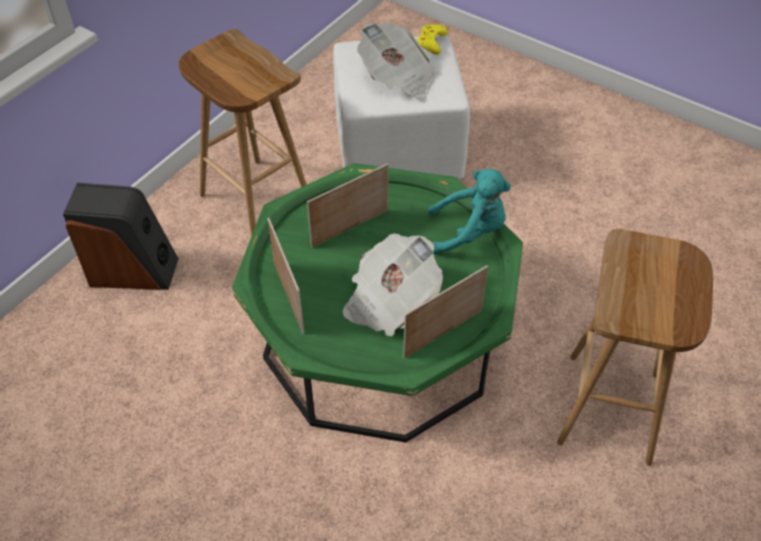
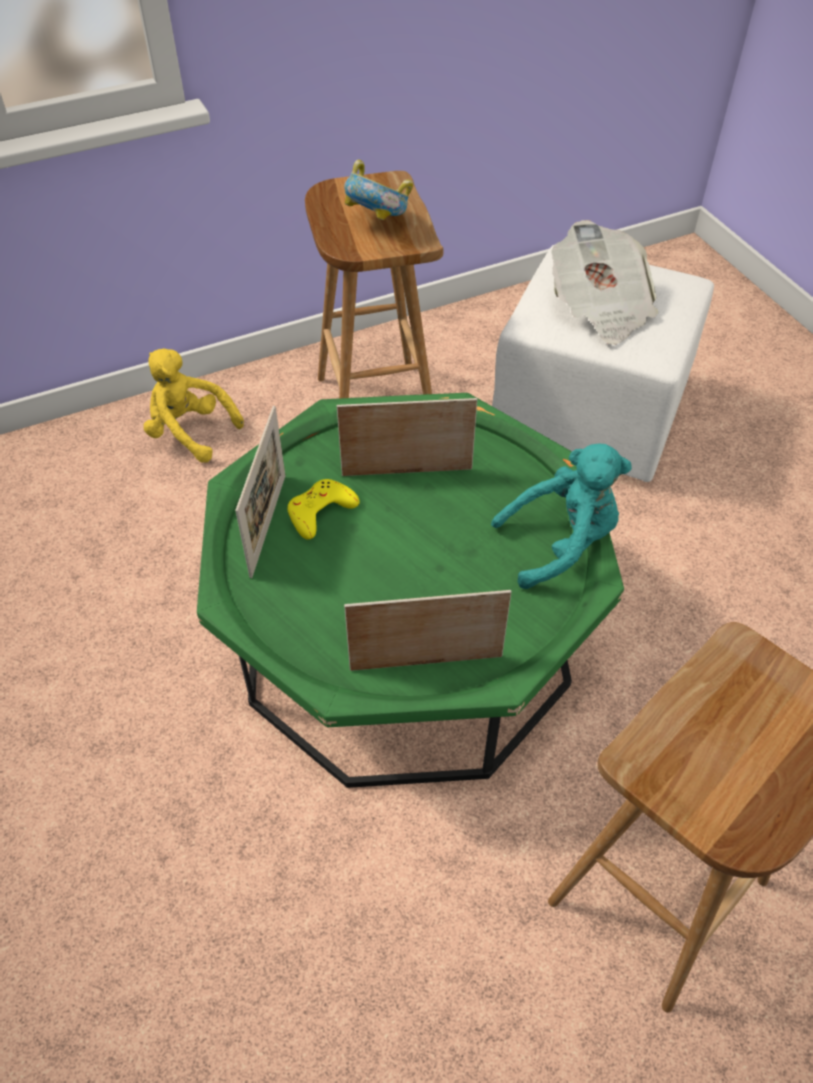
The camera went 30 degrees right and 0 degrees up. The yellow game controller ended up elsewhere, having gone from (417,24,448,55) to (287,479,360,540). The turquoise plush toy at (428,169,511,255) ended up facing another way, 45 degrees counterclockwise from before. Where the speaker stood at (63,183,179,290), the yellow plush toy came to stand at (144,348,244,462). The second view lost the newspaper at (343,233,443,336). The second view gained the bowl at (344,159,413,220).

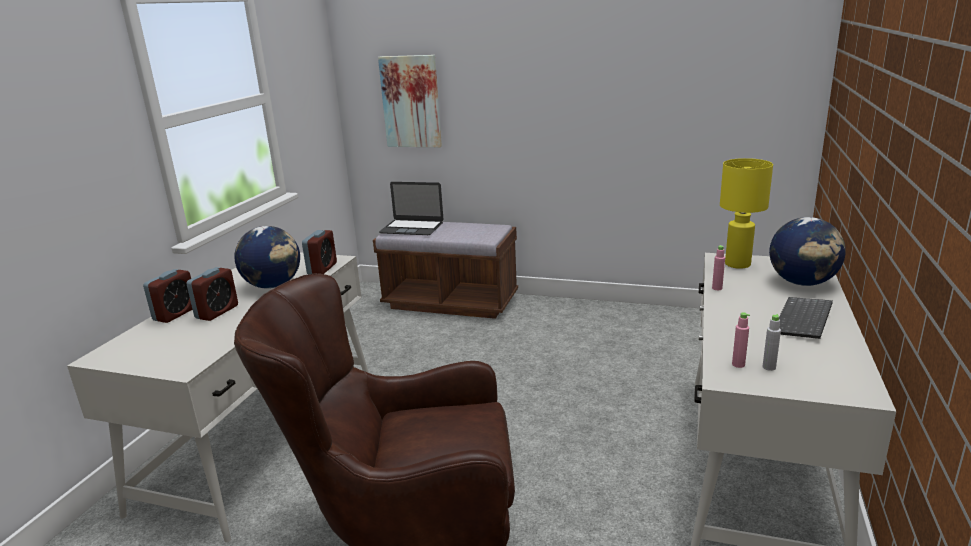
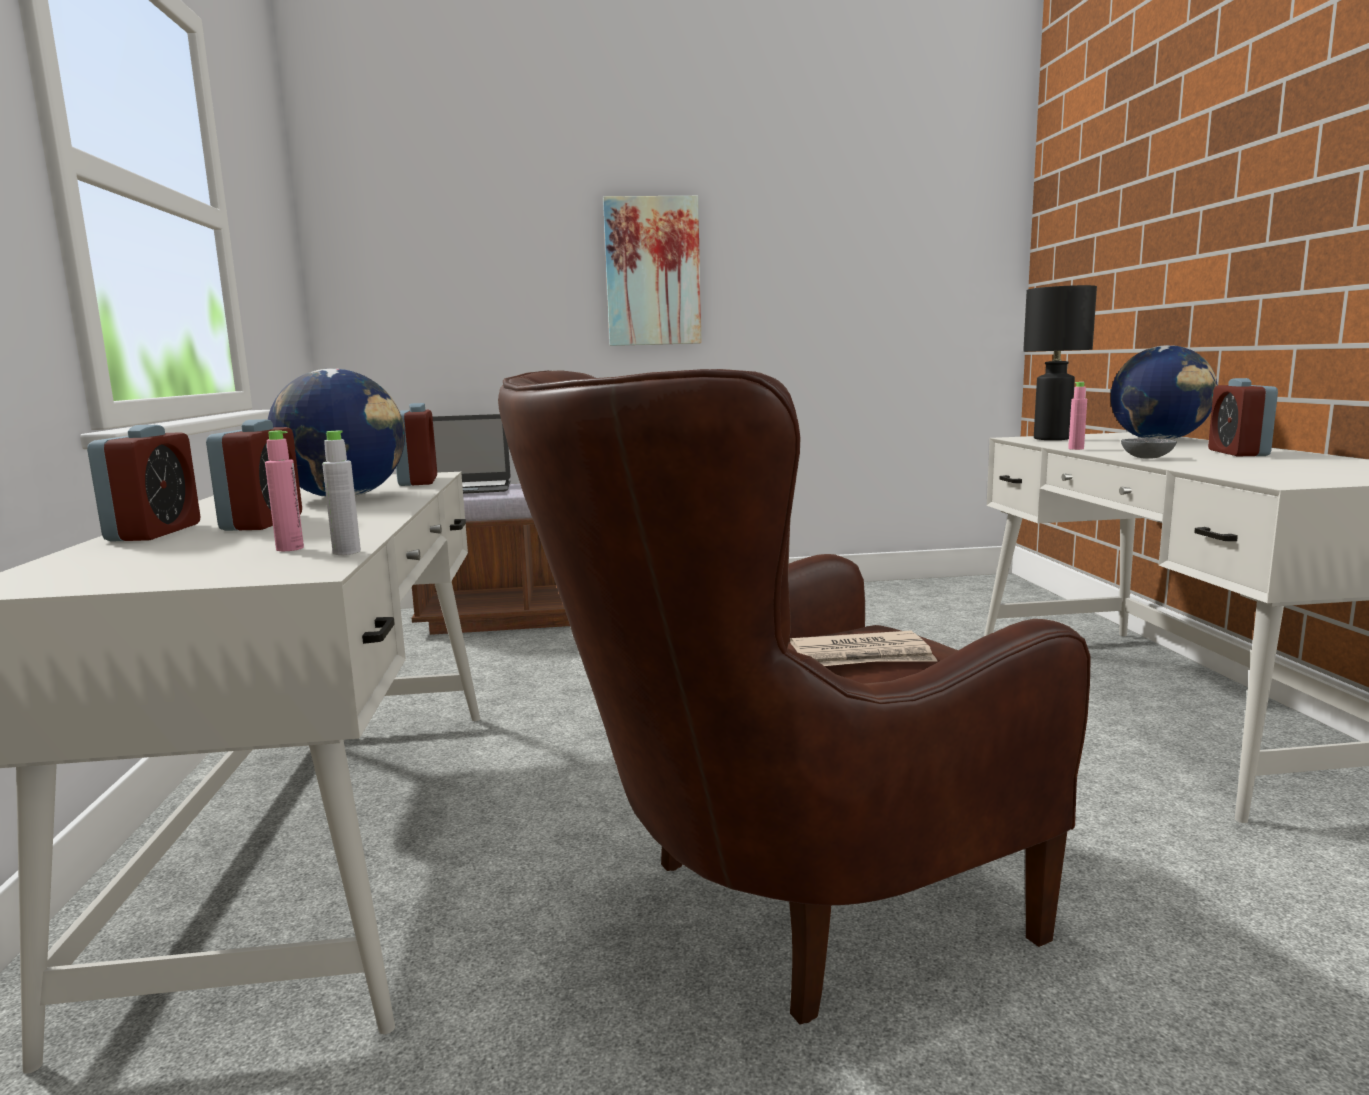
The camera went 25 degrees left and 10 degrees down. The picture ended up elsewhere, having gone from (378,55,442,147) to (603,196,702,346). What was the yellow table lamp at (720,158,773,269) turned into the black table lamp at (1023,285,1097,440). Where the keyboard stood at (779,297,833,339), the alarm clock came to stand at (1208,378,1278,456). The pink bottle ended up elsewhere, having gone from (732,312,750,368) to (265,430,304,551). The grey bottle ended up elsewhere, having gone from (762,314,781,371) to (322,430,361,555). The second view gained the grey bowl at (1121,438,1177,459). The second view gained the newspaper at (790,631,938,666).

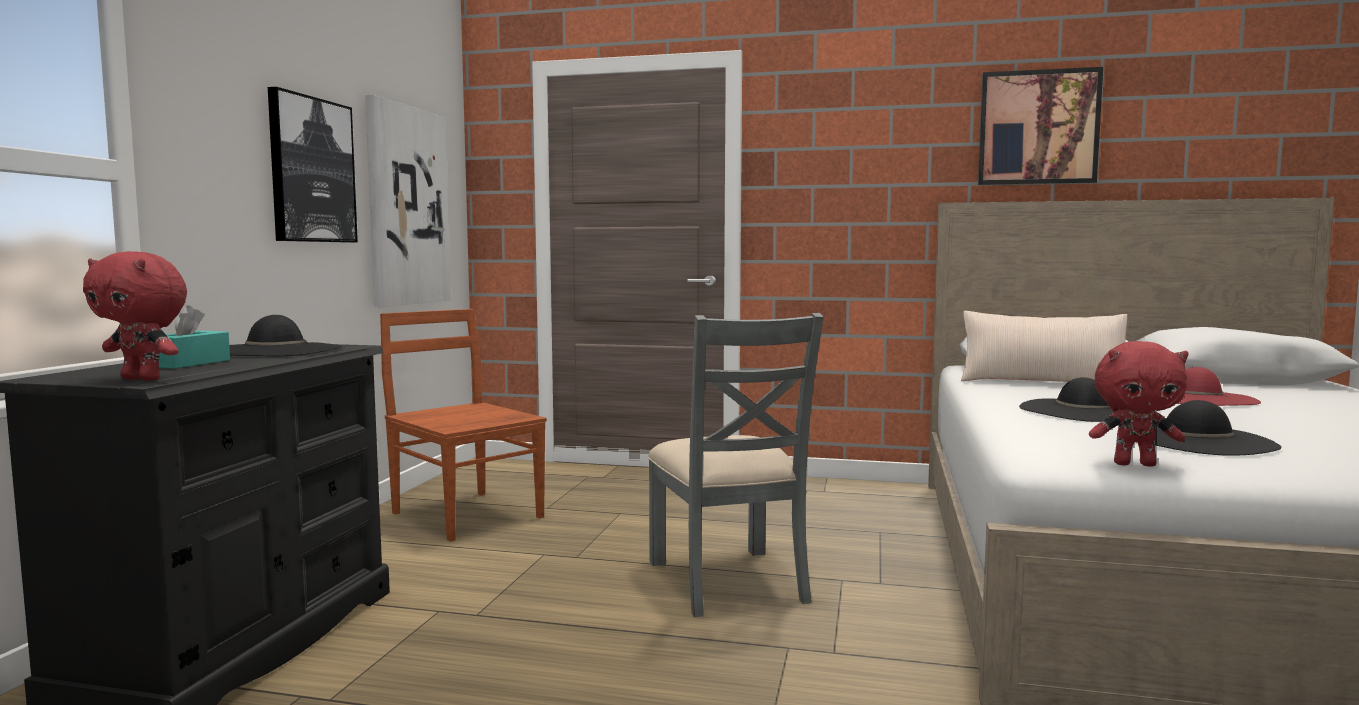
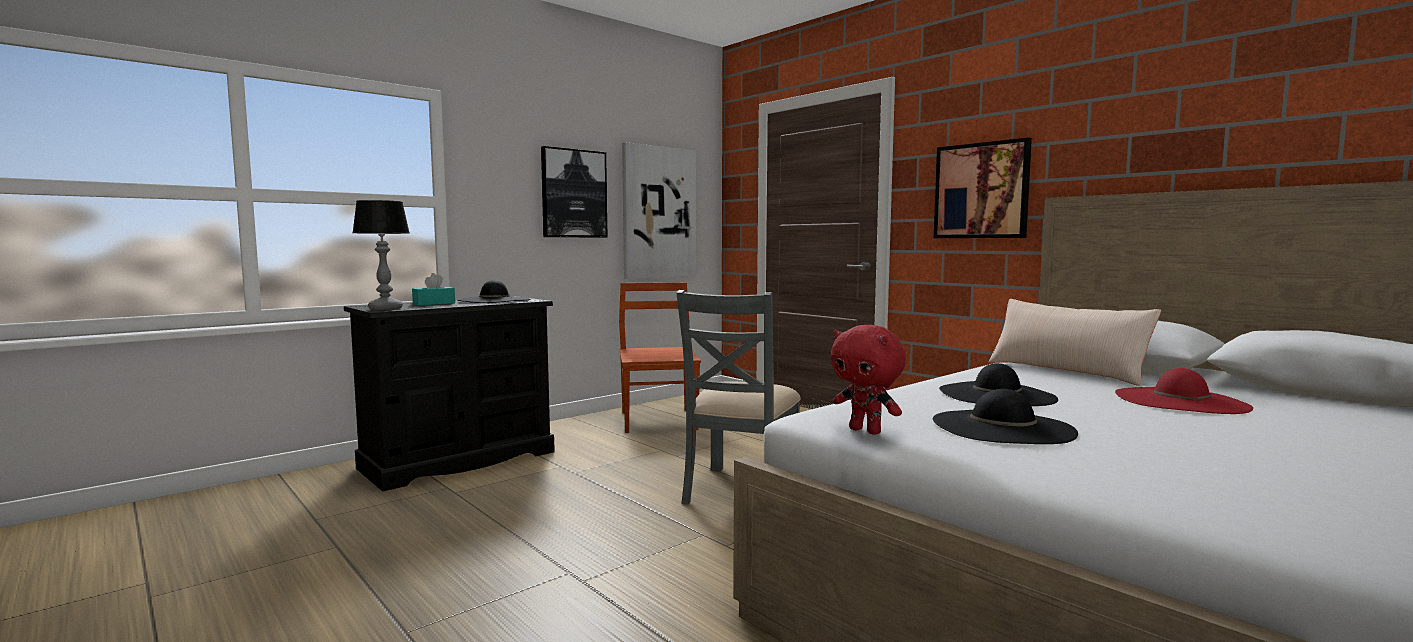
The camera went 35 degrees right and 0 degrees up. The picture ended up elsewhere, having gone from (978,67,1103,185) to (934,137,1032,238). Where the red plush toy stood at (83,251,187,381), the table lamp came to stand at (353,200,409,310).

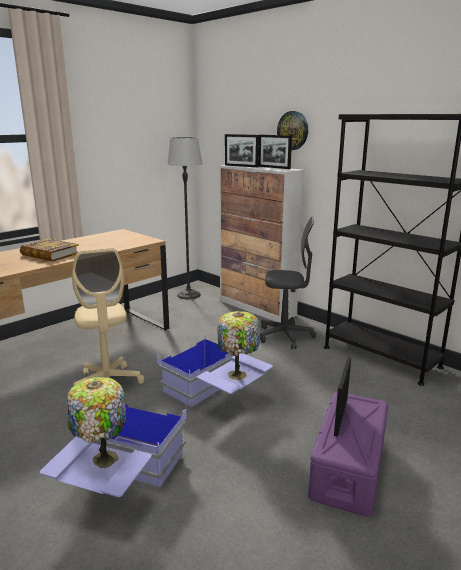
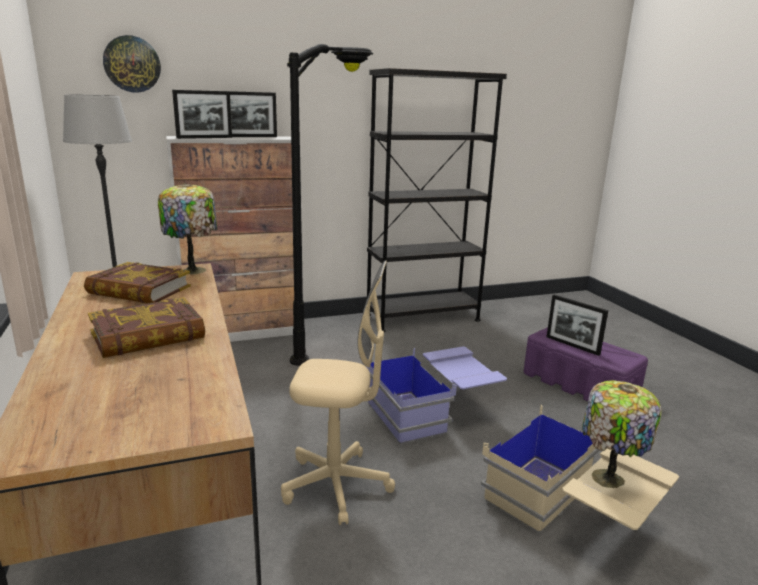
The camera went 65 degrees left and 0 degrees up. The wall clock ended up elsewhere, having gone from (277,111,308,150) to (103,35,161,93). Where the grey office chair stood at (260,217,316,349), the black floor lamp came to stand at (287,44,373,366). The table lamp ended up elsewhere, having gone from (217,311,260,380) to (158,183,217,274). What was the blue storage box at (40,404,187,497) turned into the beige storage box at (481,405,679,533). The second view gained the book at (84,262,191,303).

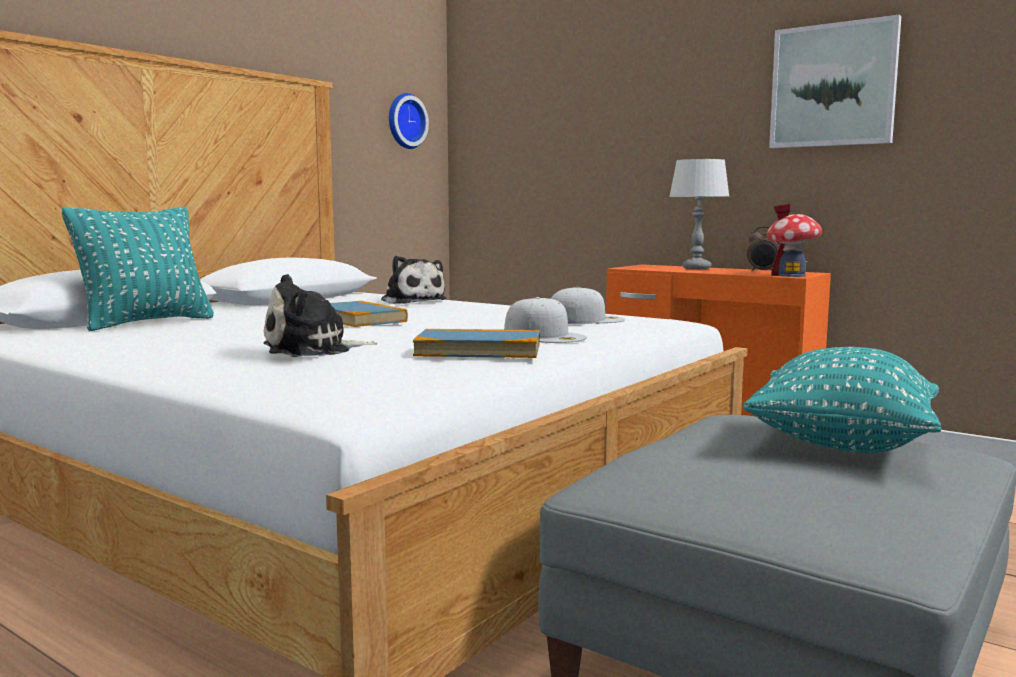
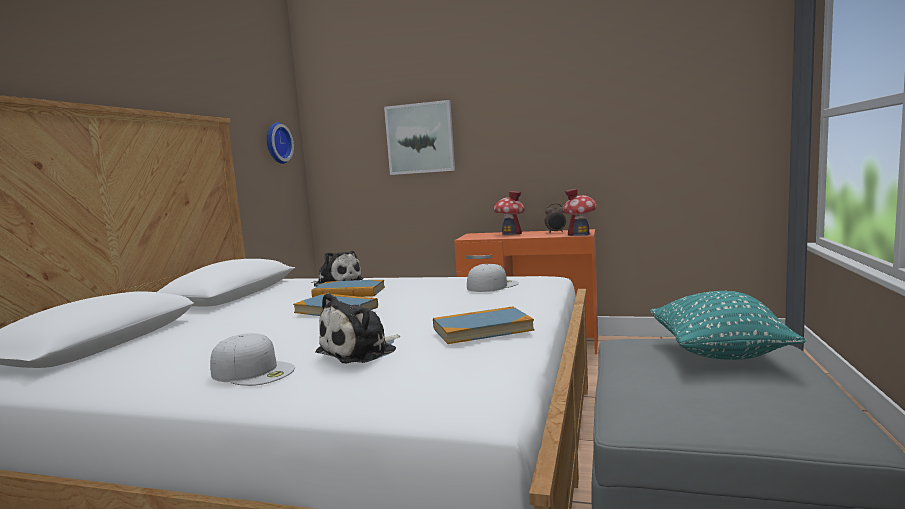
The camera went 20 degrees left and 0 degrees up. The picture ended up elsewhere, having gone from (769,15,901,148) to (384,100,455,175). Where the grey table lamp stood at (669,159,730,269), the toy house came to stand at (494,191,525,235). The second view lost the turquoise pillow at (62,207,214,331). The white cap ended up elsewhere, having gone from (504,297,587,343) to (210,333,295,386). The second view gained the book at (311,280,385,297).

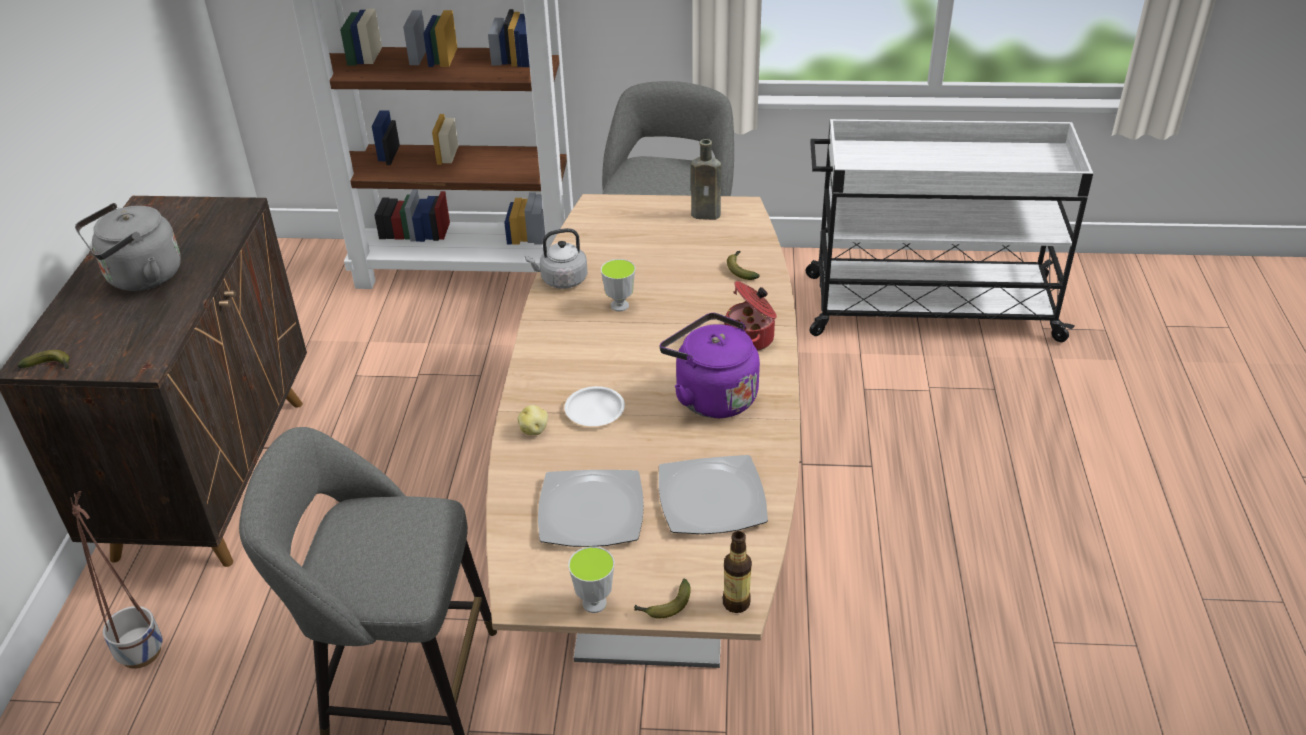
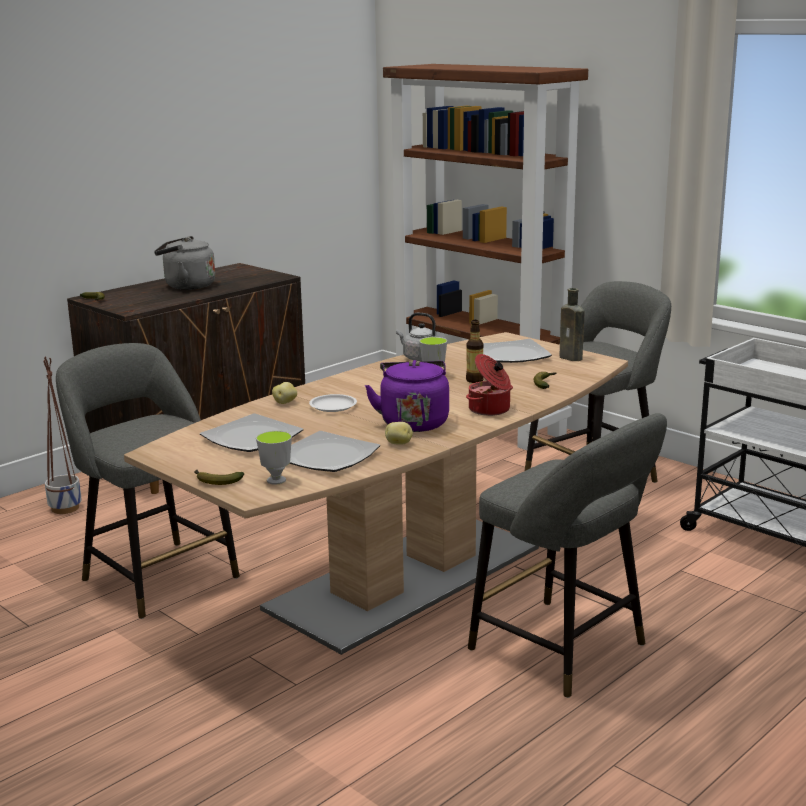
The camera went 40 degrees right and 20 degrees down. The bottle ended up elsewhere, having gone from (723,531,752,613) to (466,320,483,383). The cup ended up elsewhere, having gone from (568,546,615,613) to (256,431,292,485). The second view gained the plate at (483,339,552,363). The second view gained the grey stool at (468,413,667,698). The second view gained the potato at (385,422,413,445).

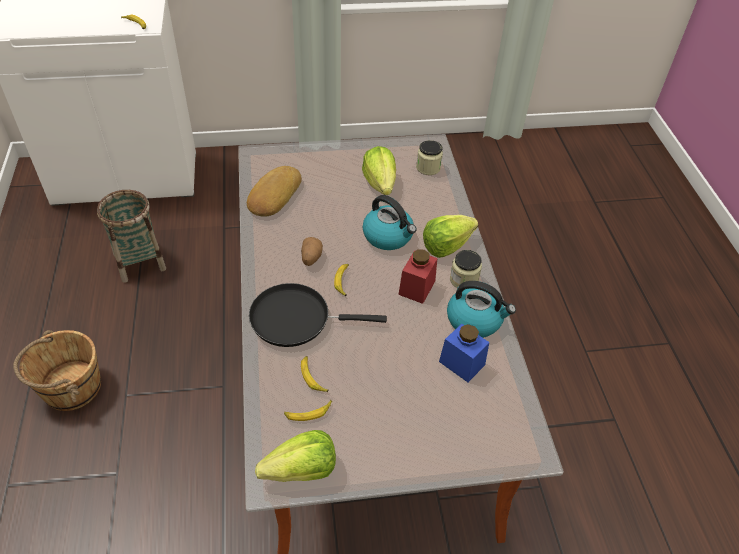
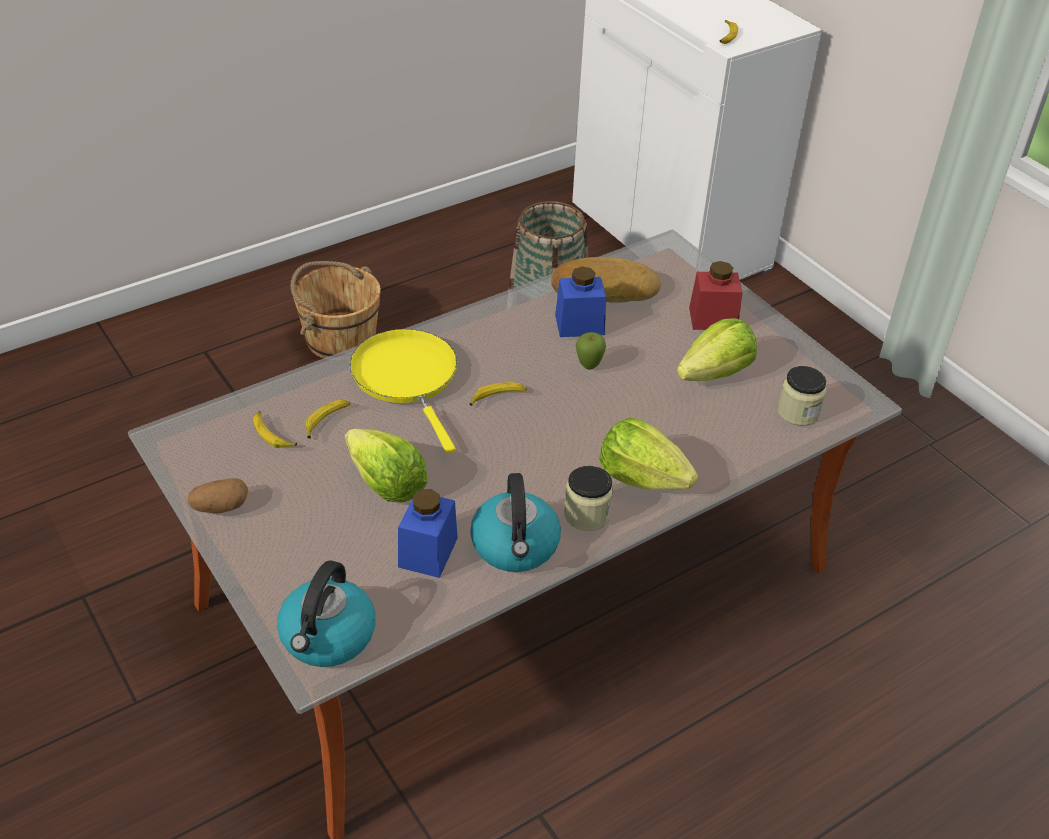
The camera went 65 degrees right and 5 degrees down. The kettle ended up elsewhere, having gone from (363,195,417,250) to (277,560,375,667). The potato ended up elsewhere, having gone from (301,237,323,266) to (188,478,248,513). The red jar ended up elsewhere, having gone from (398,249,437,304) to (689,261,743,330). What was the black frying pan at (249,283,387,347) turned into the yellow frying pan at (350,329,457,454). The lettuce ended up elsewhere, having gone from (255,430,336,482) to (345,428,428,502). The second view gained the blue jar at (555,267,606,337). The second view gained the apple at (576,332,606,370).

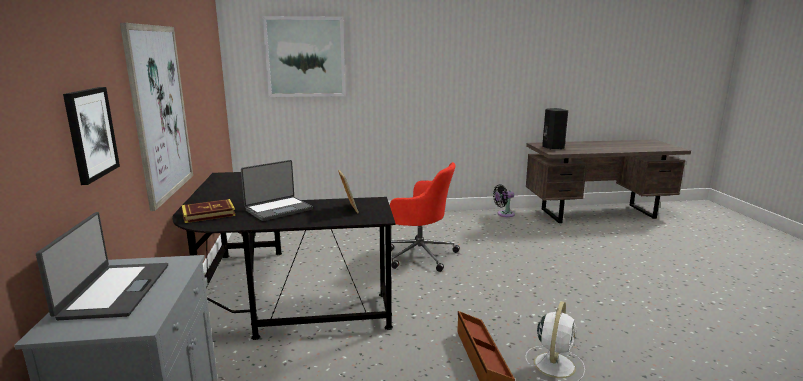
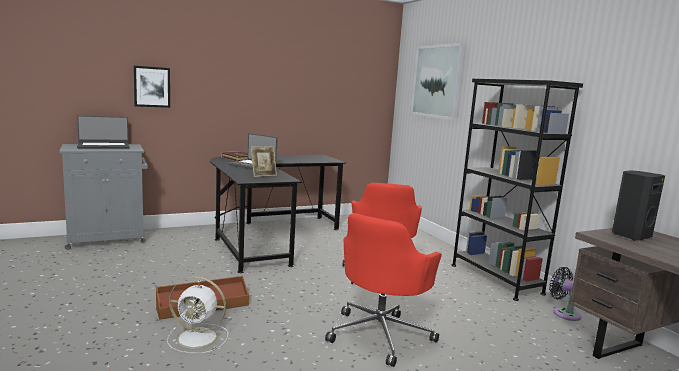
The camera went 70 degrees right and 5 degrees down. The second view lost the picture at (120,23,193,211). The second view gained the black bookcase at (451,79,583,301). The second view gained the red office chair at (325,213,442,367).

